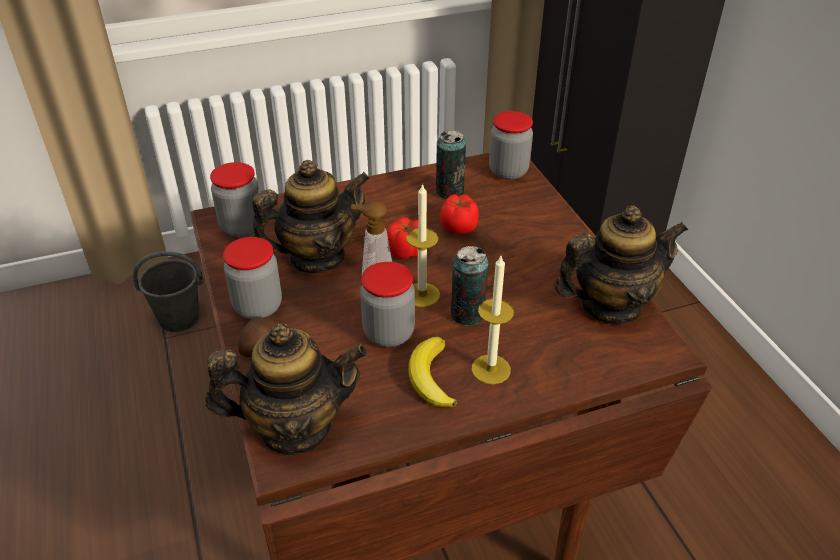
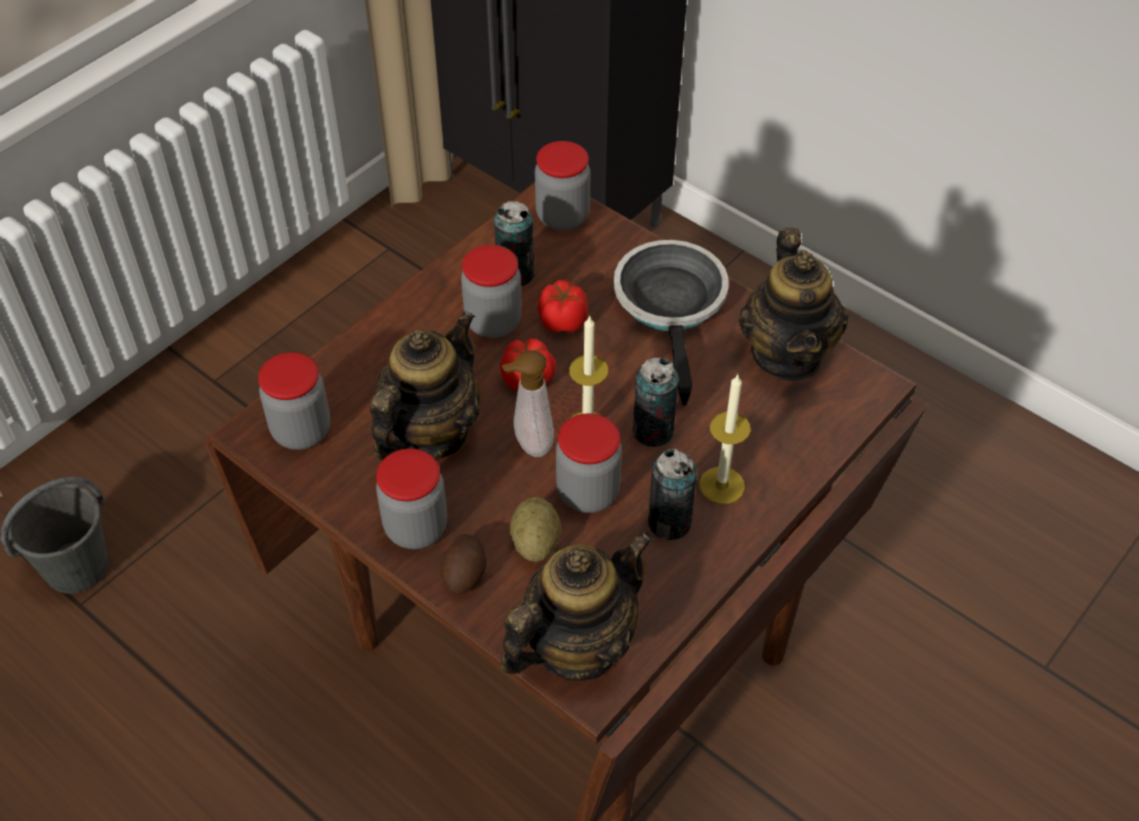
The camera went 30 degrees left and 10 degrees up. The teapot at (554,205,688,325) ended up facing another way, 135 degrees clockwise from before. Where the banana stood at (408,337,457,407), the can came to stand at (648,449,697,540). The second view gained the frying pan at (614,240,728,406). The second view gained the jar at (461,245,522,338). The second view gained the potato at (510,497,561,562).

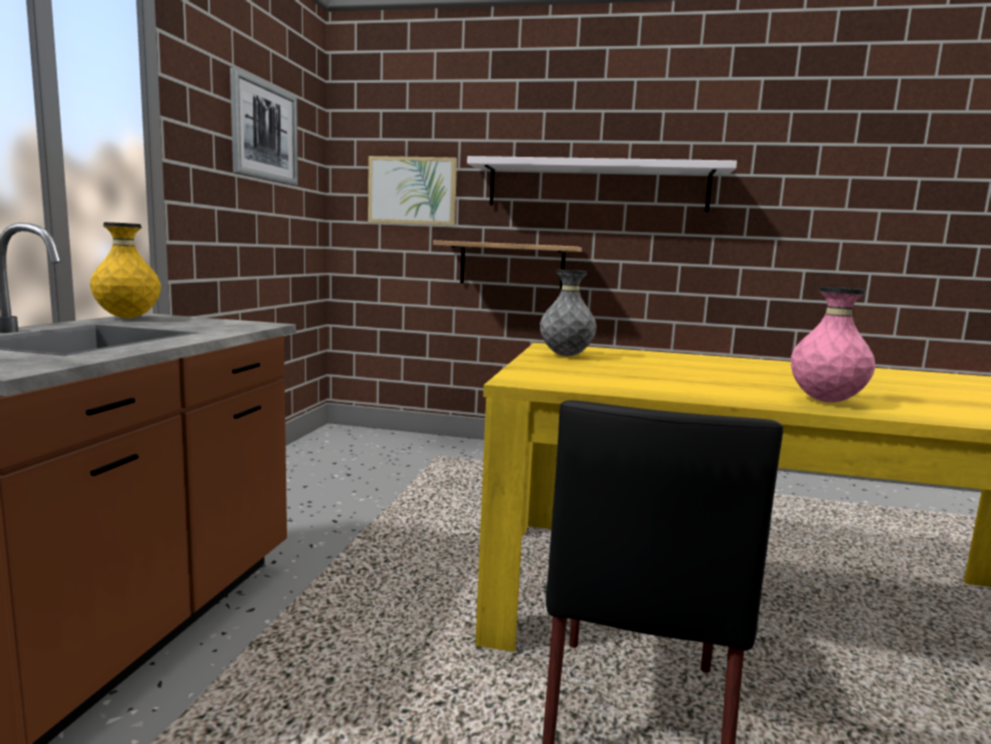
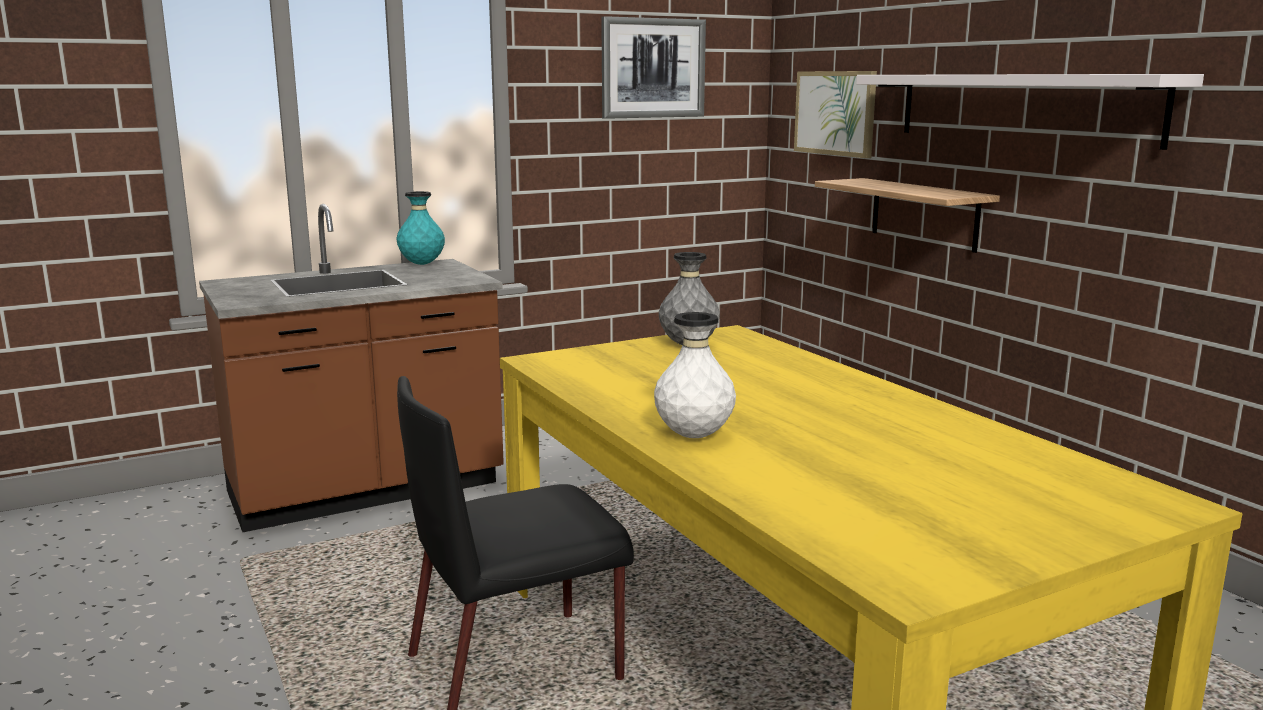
The camera went 50 degrees right and 5 degrees up. What was the yellow vase at (90,222,161,318) turned into the turquoise vase at (396,191,445,265). What was the pink vase at (791,287,876,403) turned into the white vase at (654,312,736,438).

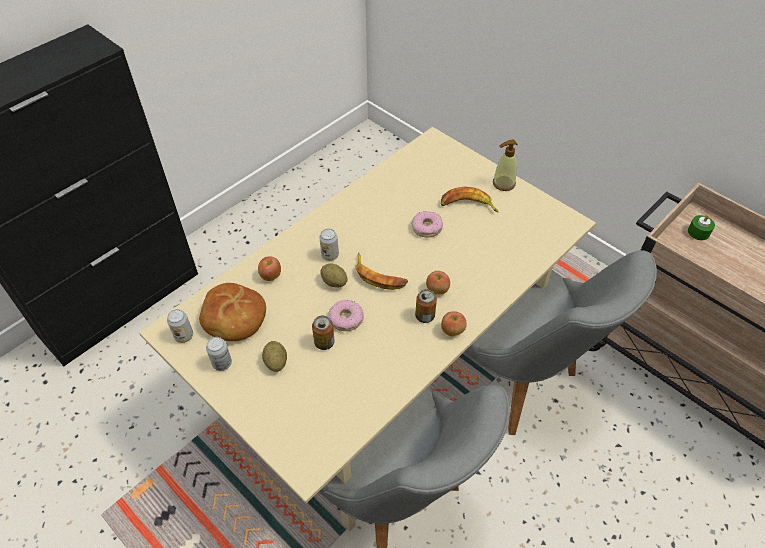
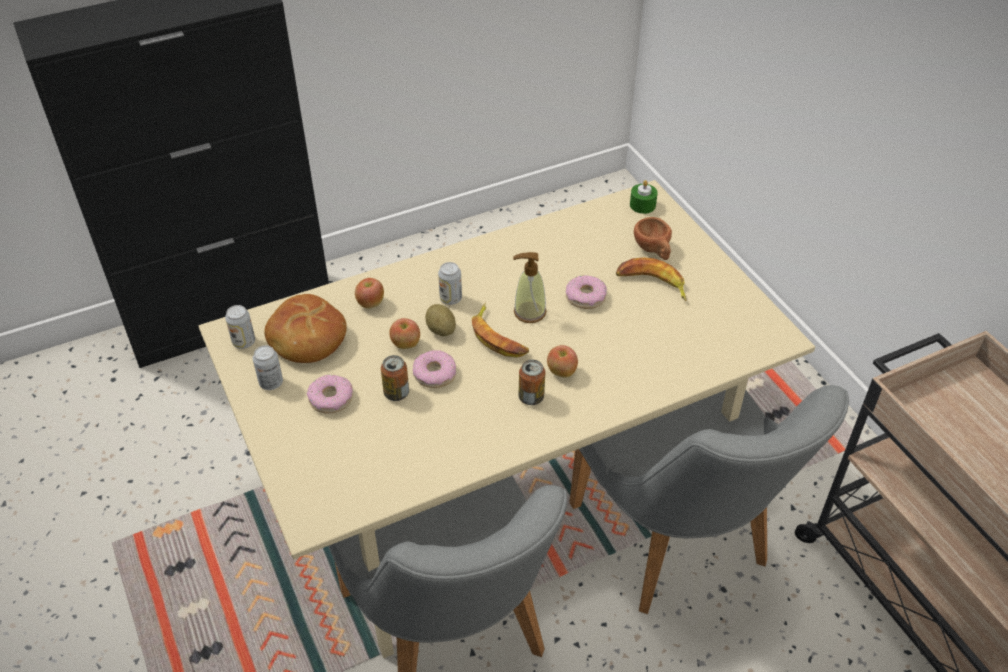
The camera went 20 degrees right and 5 degrees down. The soap dispenser ended up elsewhere, having gone from (493,140,518,191) to (513,252,546,323). The green candle ended up elsewhere, having gone from (688,214,715,241) to (630,180,658,214). The apple ended up elsewhere, having gone from (441,311,467,336) to (389,318,420,349). Where the potato stood at (262,341,287,372), the donut came to stand at (307,375,353,413). The second view gained the brown cup at (634,217,672,260).

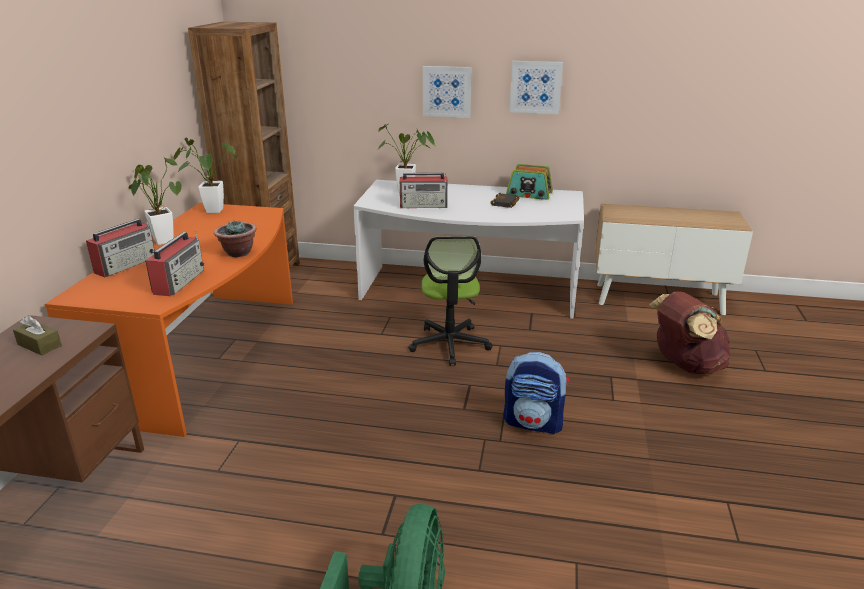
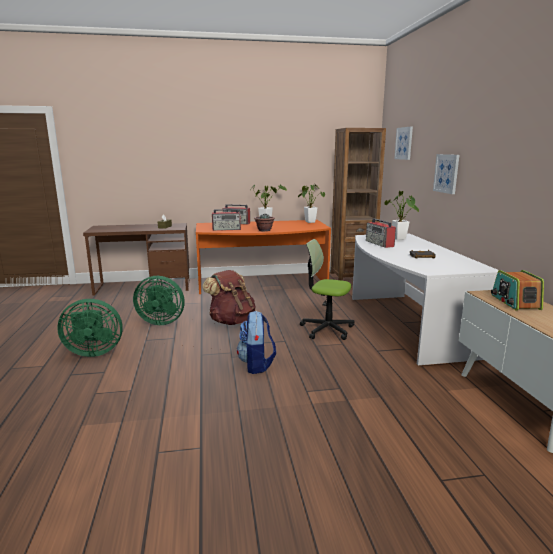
The camera went 70 degrees right and 10 degrees down. The picture ended up elsewhere, having gone from (509,61,563,114) to (394,127,413,160). The radio ended up elsewhere, having gone from (506,164,553,200) to (491,270,544,311). The office chair at (408,236,493,366) ended up facing another way, 45 degrees clockwise from before. The brown backpack ended up elsewhere, having gone from (649,292,731,374) to (202,270,256,325). The second view gained the green fan at (133,276,185,325).

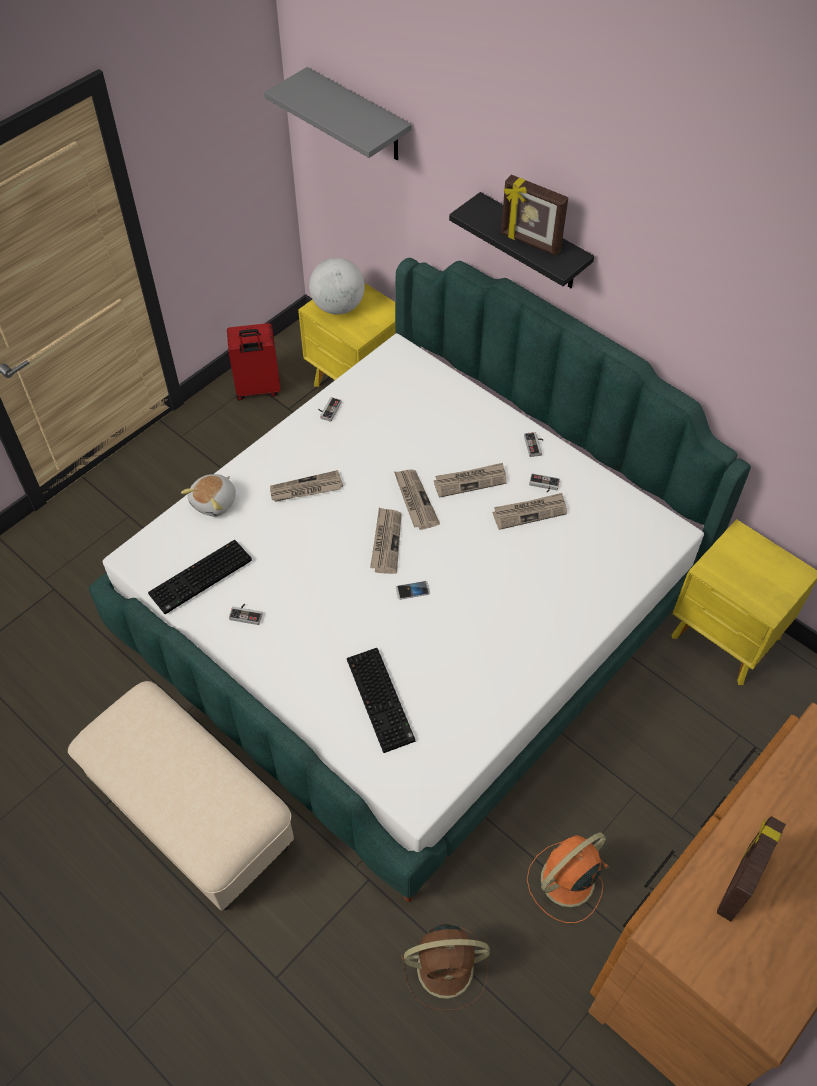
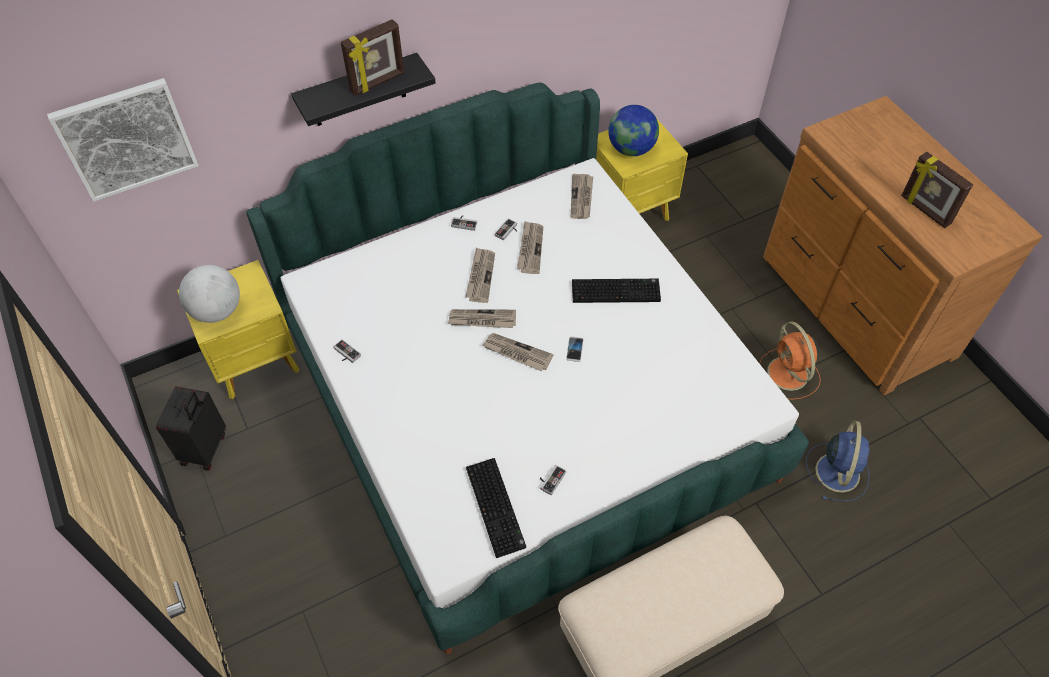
The camera went 70 degrees left and 0 degrees up. Where the grey shelf hung at (264,67,412,160), the picture came to hang at (47,78,199,202). What was the red suitcase at (227,323,280,401) turned into the black suitcase at (156,387,226,471). The newspaper ended up elsewhere, having gone from (270,470,343,502) to (571,174,593,219). The second view lost the plush toy at (181,474,236,517). The keyboard ended up elsewhere, having gone from (347,648,415,753) to (572,279,661,303). What was the brown fan at (401,924,490,1011) turned into the blue fan at (806,420,870,501). The second view gained the globe at (608,105,659,156).

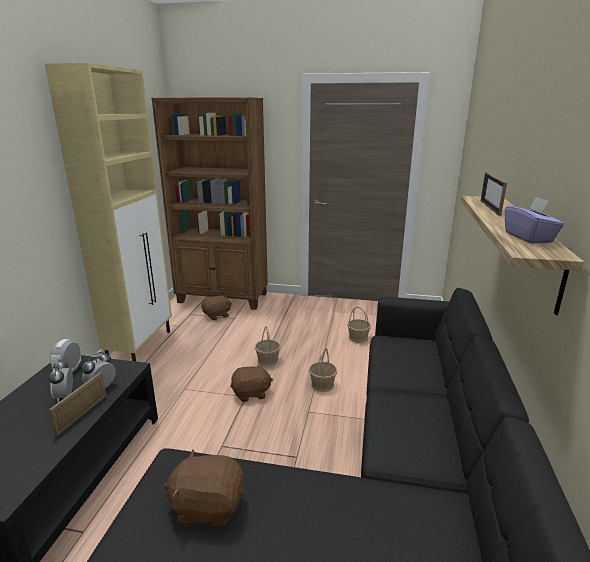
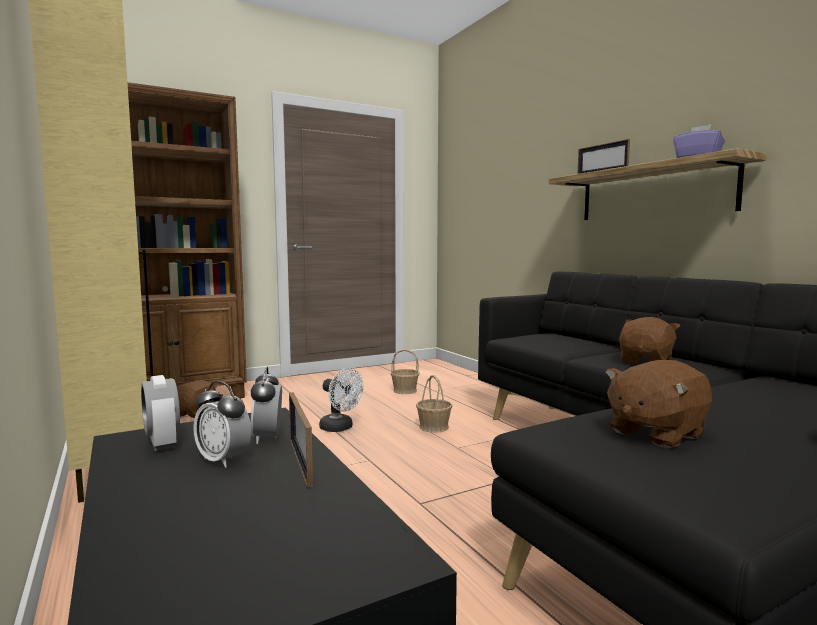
The camera went 40 degrees left and 15 degrees down. Where the basket stood at (255,326,281,366), the white fan came to stand at (319,368,363,432). The brown plush toy ended up elsewhere, having gone from (230,363,273,402) to (619,317,680,363).

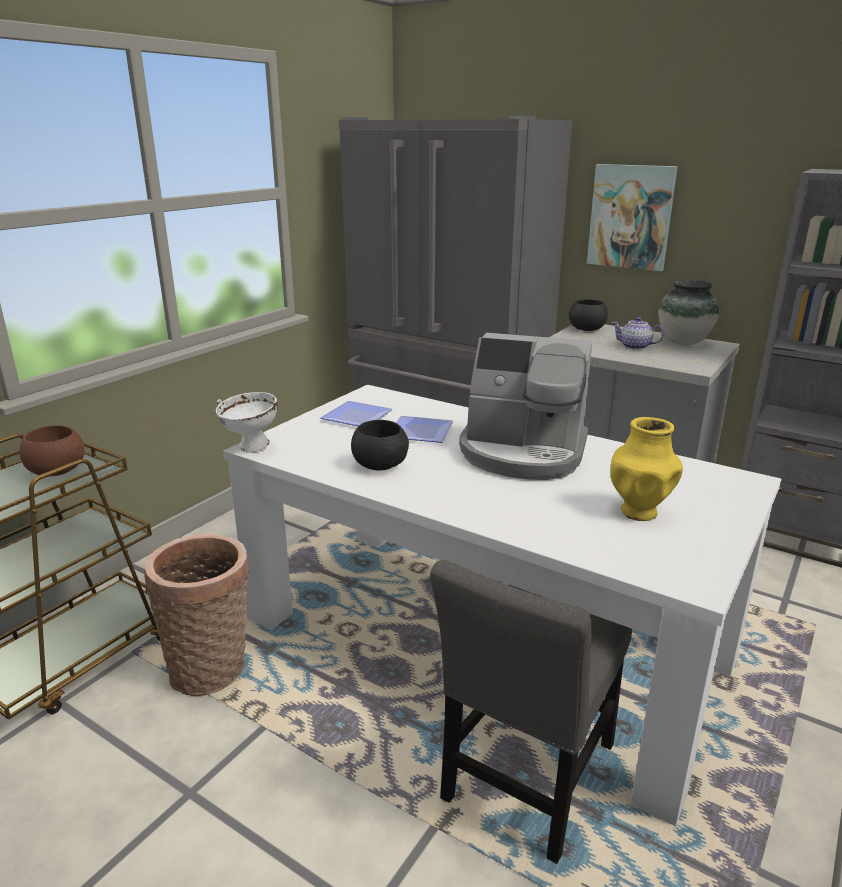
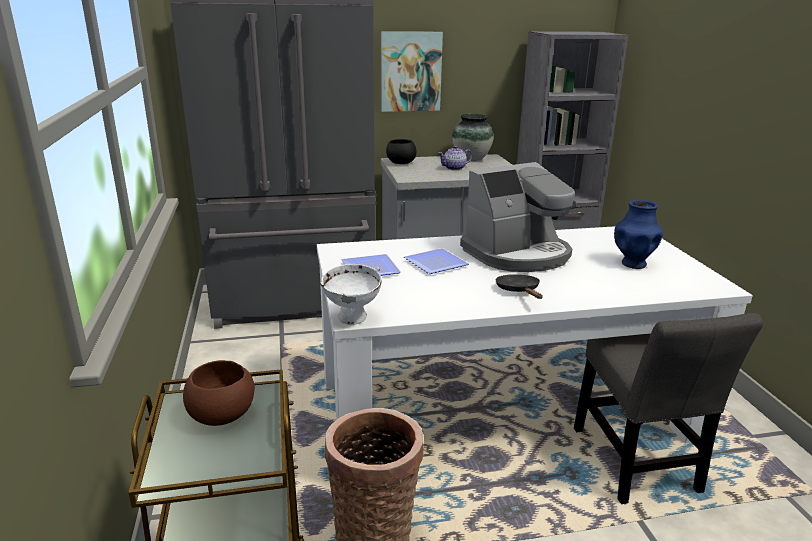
The camera went 45 degrees left and 0 degrees up. What was the yellow vase at (610,417,683,521) turned into the blue vase at (614,200,663,269). The second view lost the black bowl at (351,420,409,471). The second view gained the black frying pan at (495,274,543,299).

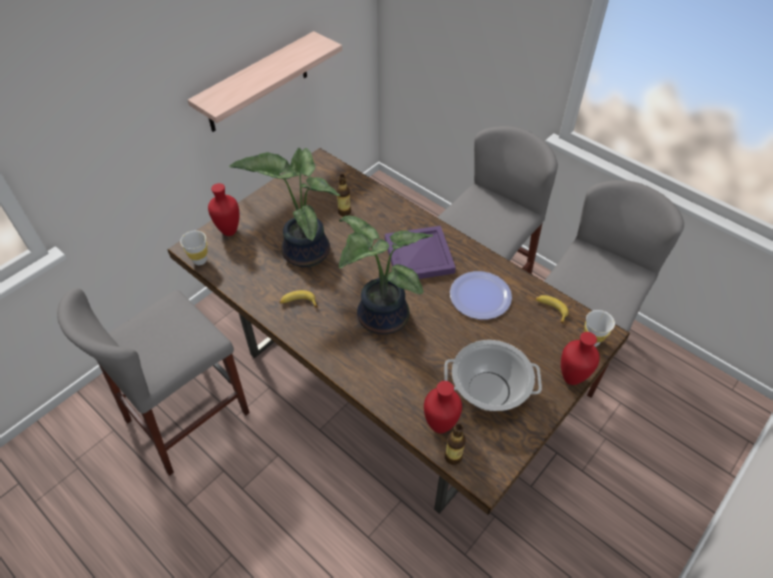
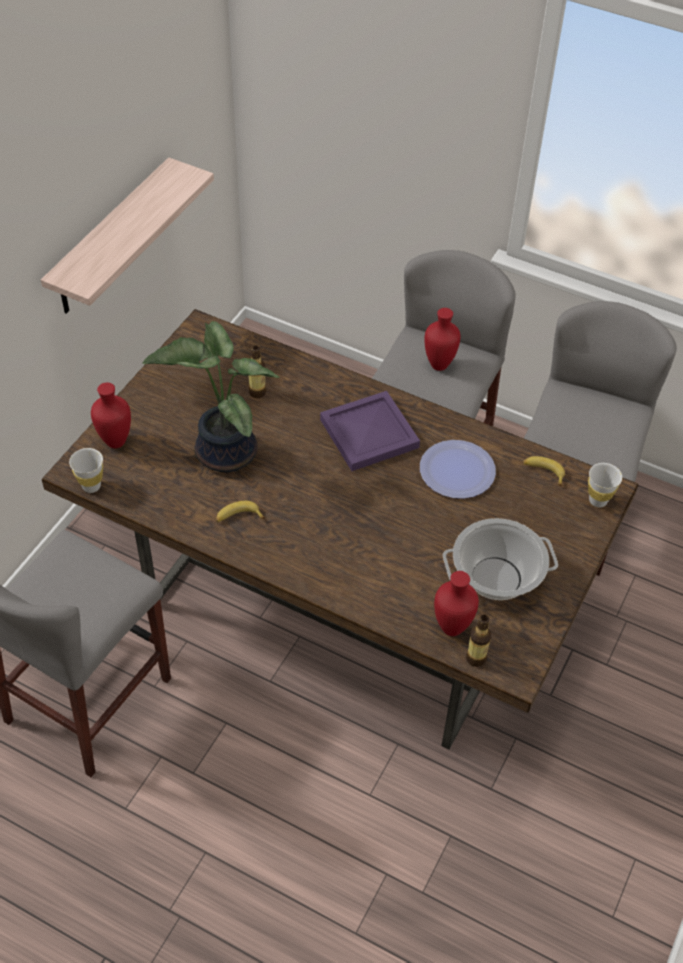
The camera went 15 degrees left and 0 degrees up. The second view lost the potted plant at (339,216,433,334). The red vase ended up elsewhere, having gone from (561,332,600,385) to (424,308,461,371).

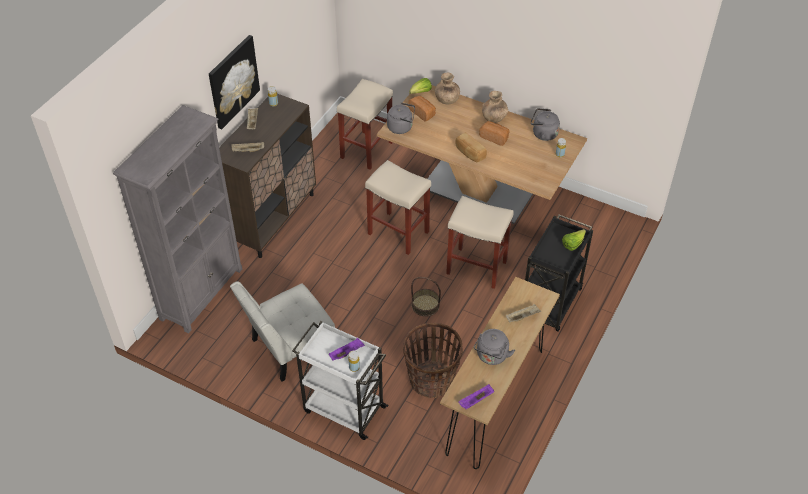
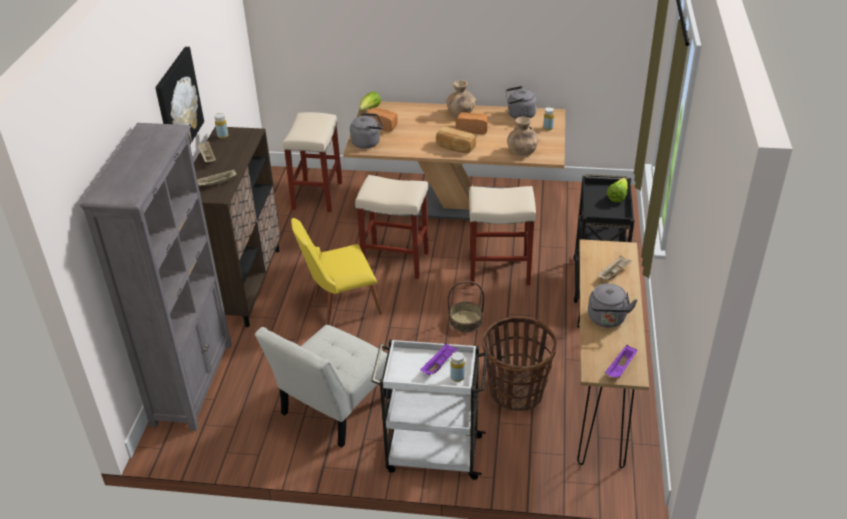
The camera went 20 degrees left and 10 degrees down. The brown vase ended up elsewhere, having gone from (435,73,460,104) to (507,117,538,156). The second view gained the yellow chair at (291,218,382,325).

